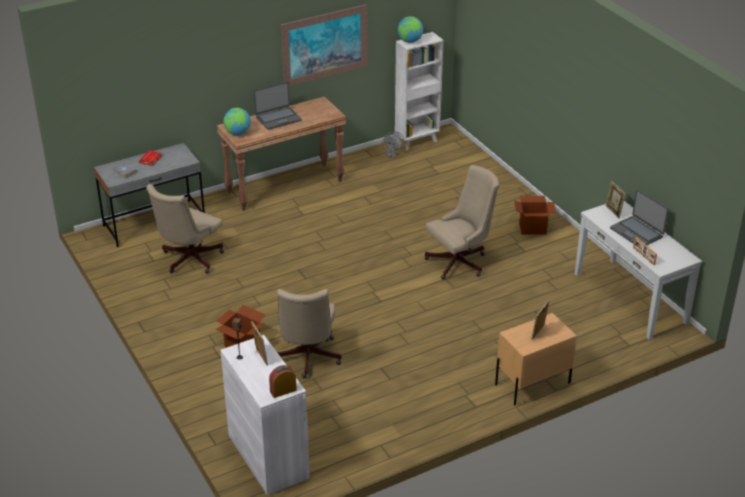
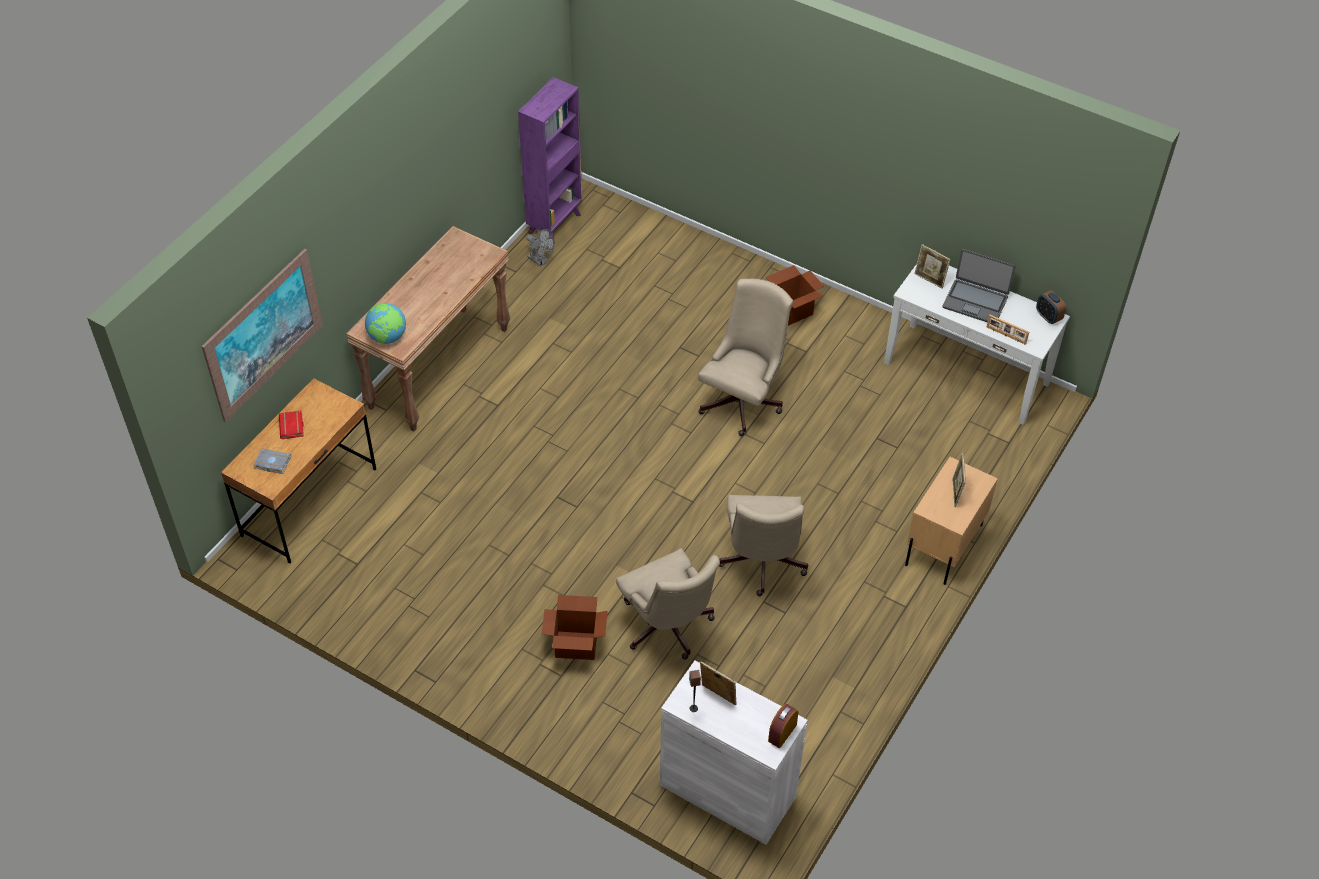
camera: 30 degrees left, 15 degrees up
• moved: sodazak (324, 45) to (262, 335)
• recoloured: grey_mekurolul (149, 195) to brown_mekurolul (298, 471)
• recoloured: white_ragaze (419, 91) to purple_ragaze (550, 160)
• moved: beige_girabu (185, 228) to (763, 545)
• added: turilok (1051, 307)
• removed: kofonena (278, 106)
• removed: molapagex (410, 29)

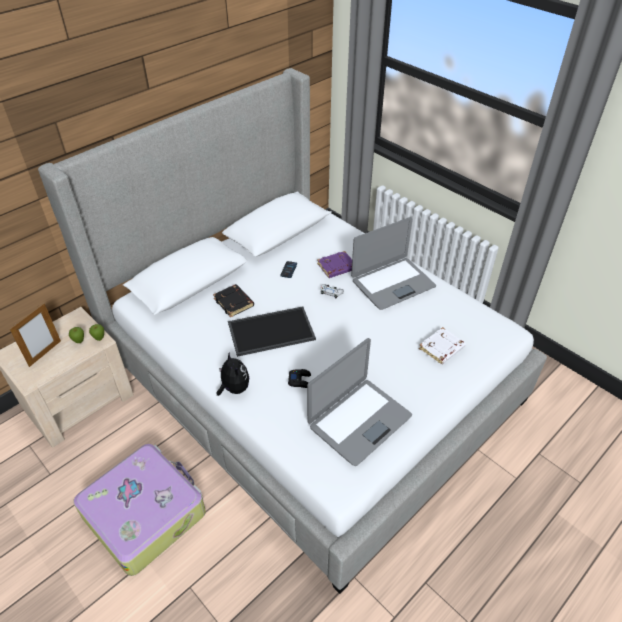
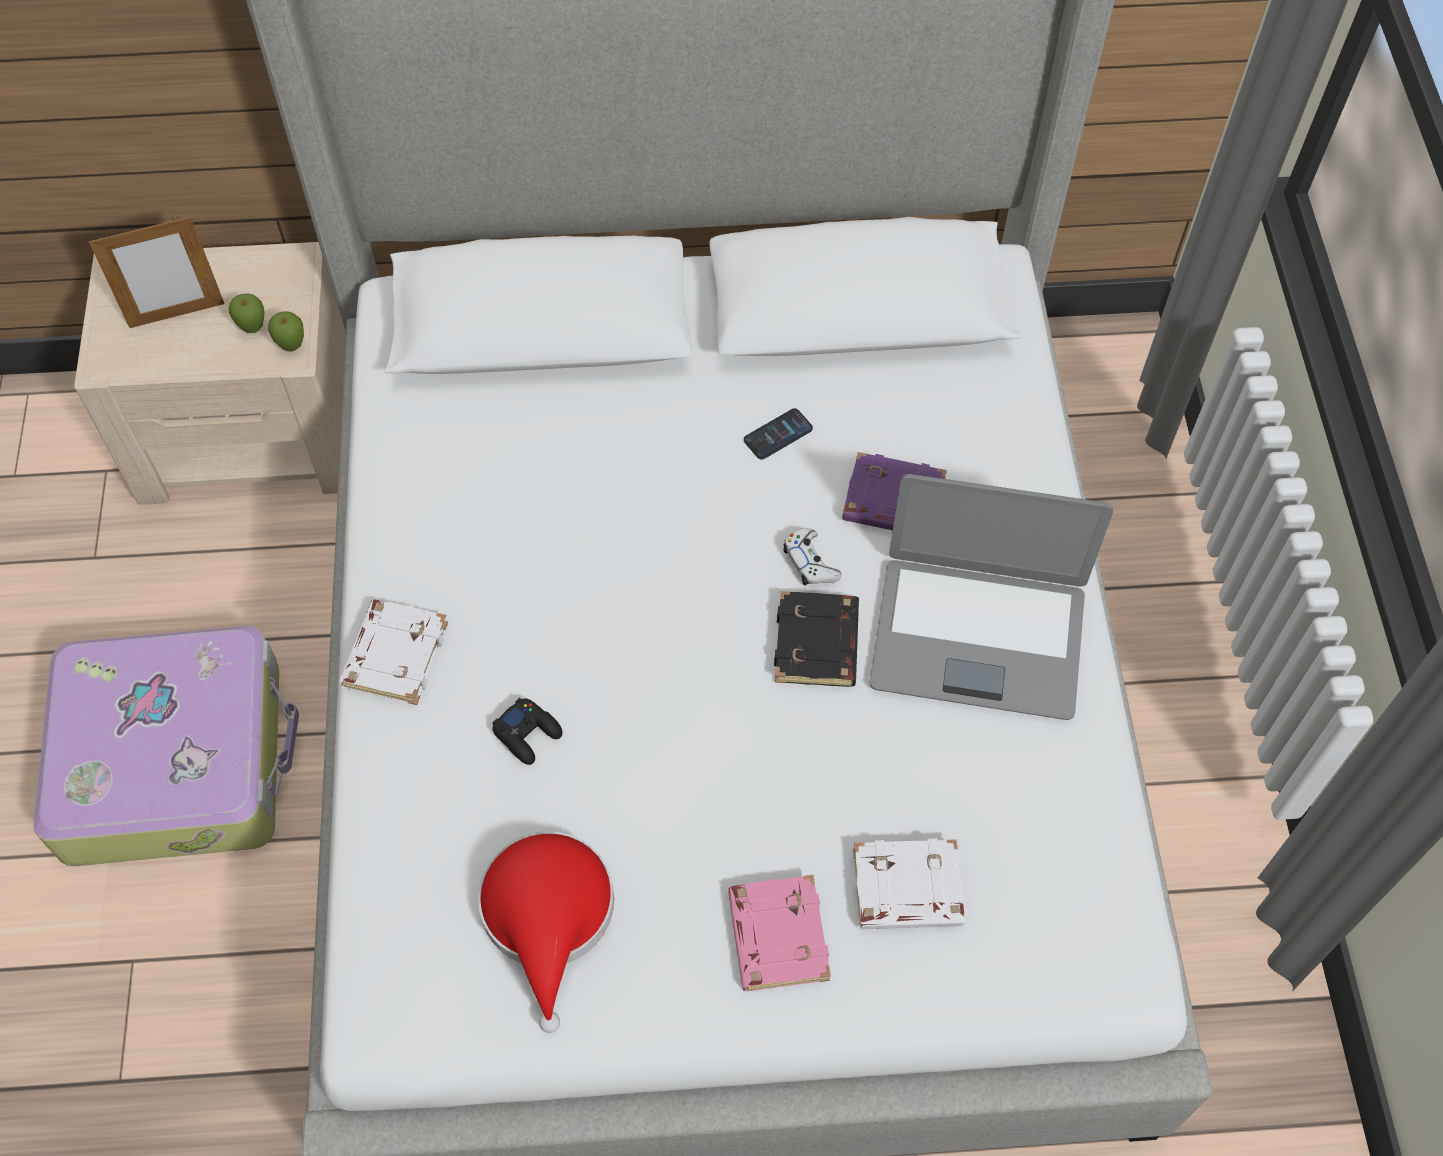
camera: 40 degrees right, 15 degrees up
• replaced: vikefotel (232, 374) to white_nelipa (393, 652)
• replaced: kofonena (359, 402) to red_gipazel (546, 932)
• added: pink_nelipa (779, 933)
• moved: black_nelipa (233, 300) to (816, 639)
• removed: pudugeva (272, 331)

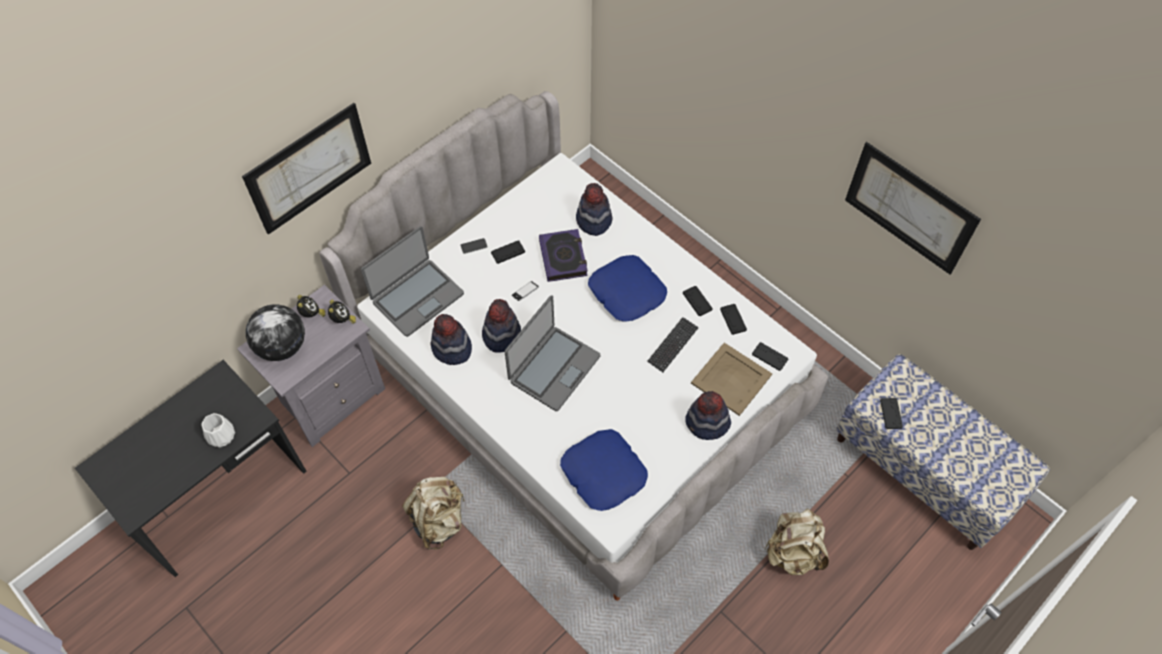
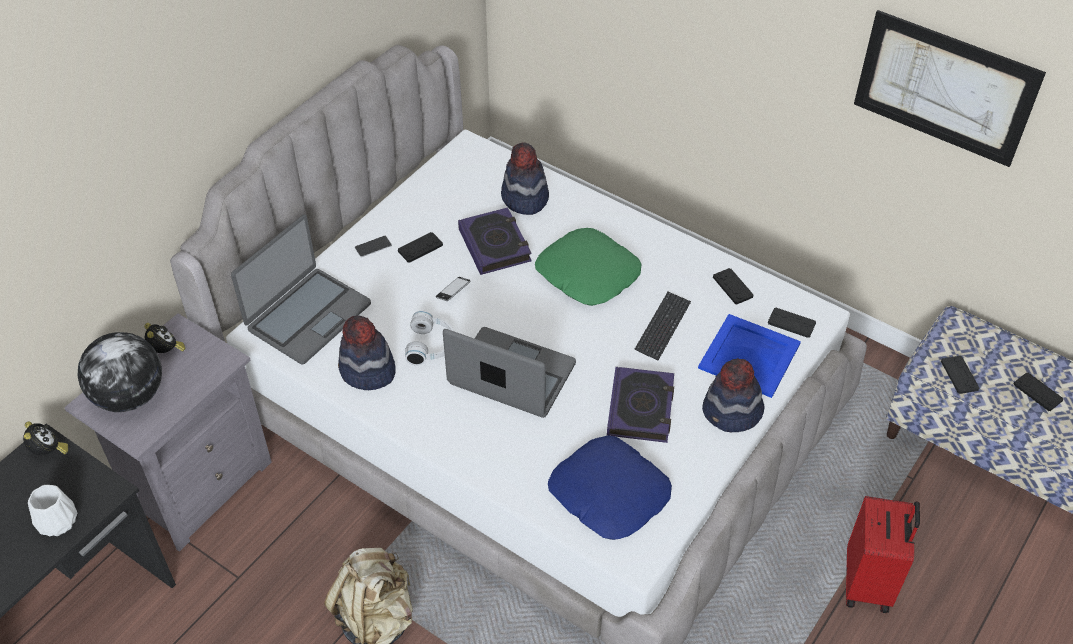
camera: 10 degrees left, 10 degrees down
• moved: turilok (342, 312) to (45, 438)
• replaced: gipazel (501, 326) to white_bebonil (429, 338)
• turned: kofonena (552, 353) = (509, 372) 90 degrees counterclockwise
• recoloured: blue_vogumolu (627, 288) to green_vogumolu (588, 267)
• added: nelipa (640, 405)
• recoloured: beige_pudugeva (731, 379) to blue_pudugeva (749, 356)
• replaced: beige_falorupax (796, 541) to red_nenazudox (883, 554)
• moved: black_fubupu (698, 301) to (1038, 391)
• removed: sodazak (306, 169)

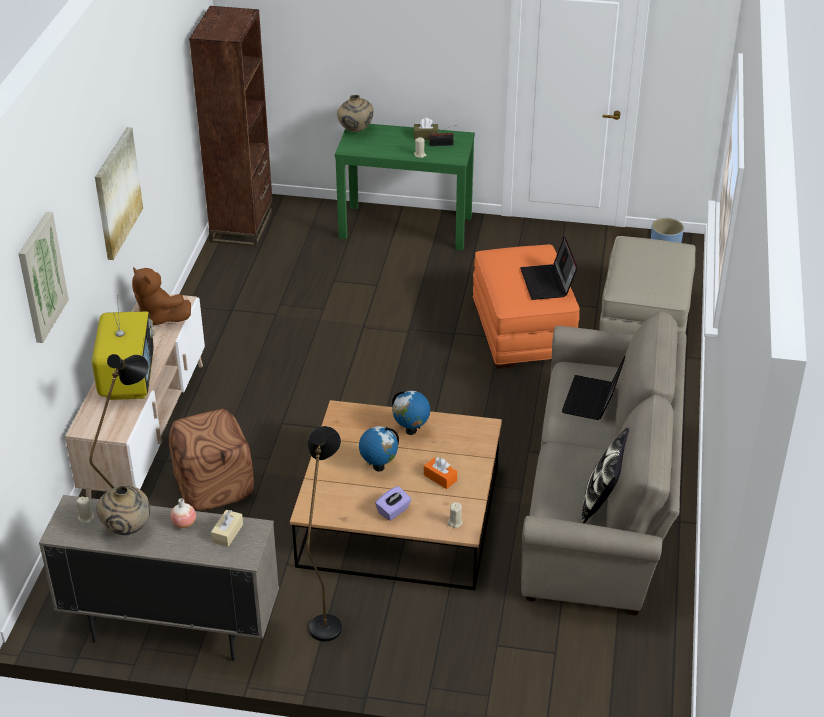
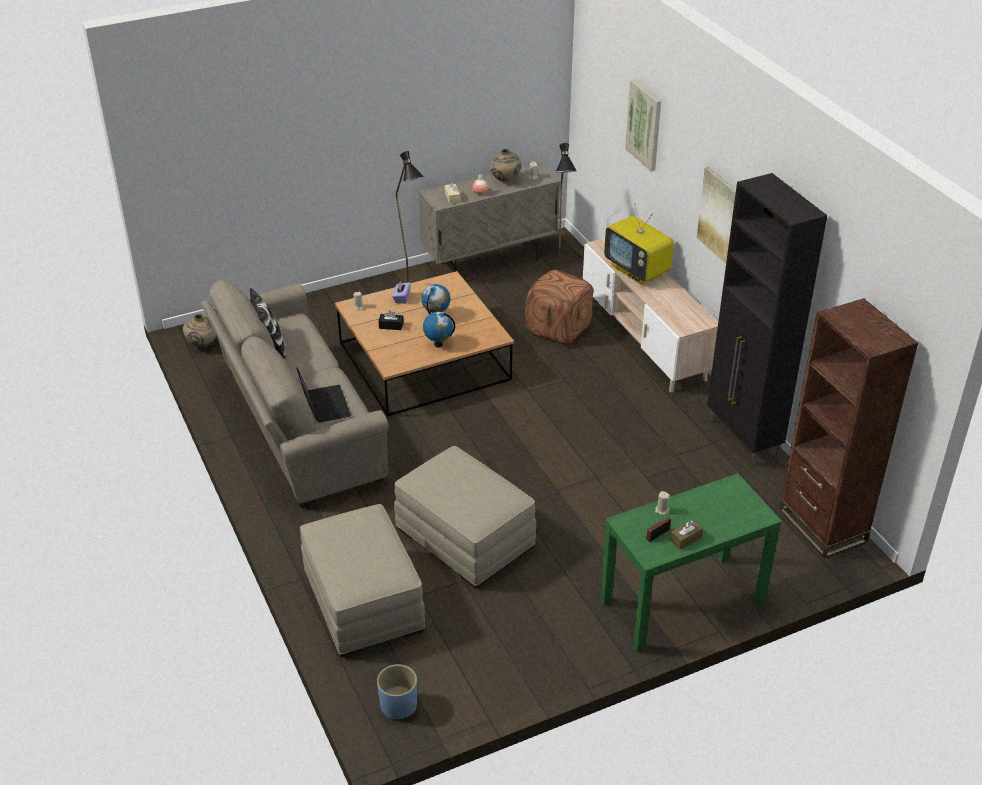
camera: 145 degrees right, 0 degrees up
• moved: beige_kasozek (355, 113) to (200, 330)
• recoloured: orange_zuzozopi (440, 473) to black_zuzozopi (390, 320)
• recoloured: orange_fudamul (526, 307) to beige_fudamul (465, 517)
• added: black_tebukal (767, 319)
• removed: brown_vikefotel (161, 296)
• removed: kofonena (549, 268)

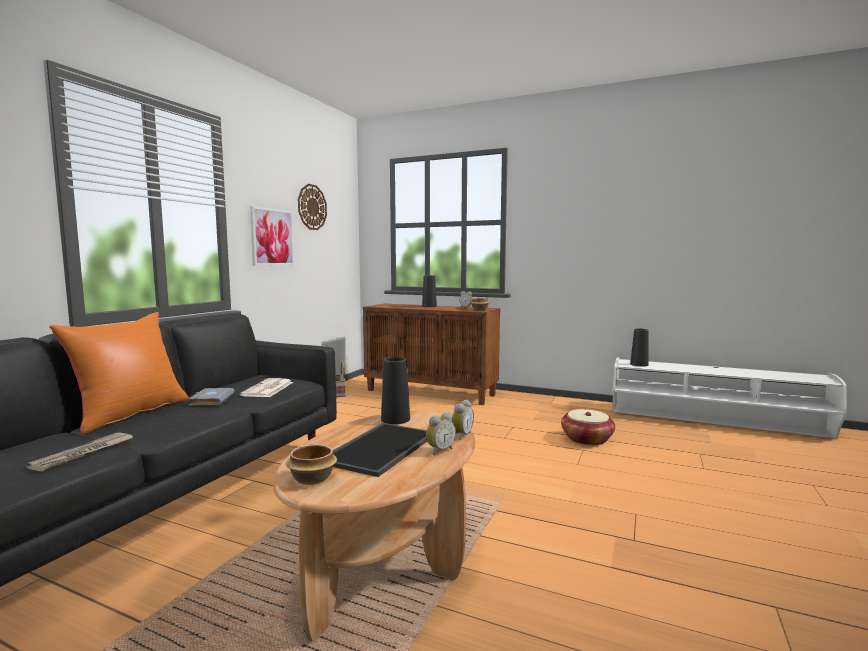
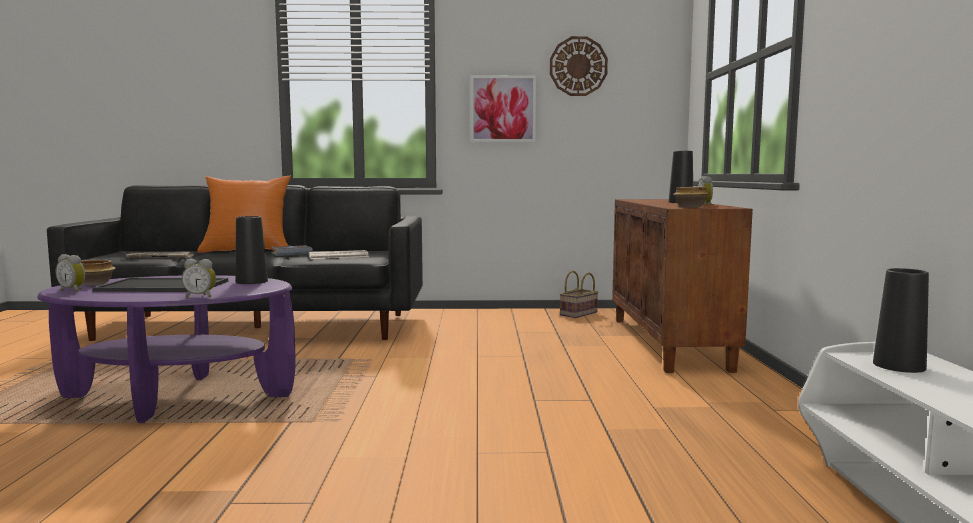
camera: 65 degrees right, 0 degrees up
• recoloured: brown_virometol (374, 526) to purple_virometol (166, 349)
• moved: turilok (441, 433) to (70, 273)
• removed: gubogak (588, 427)

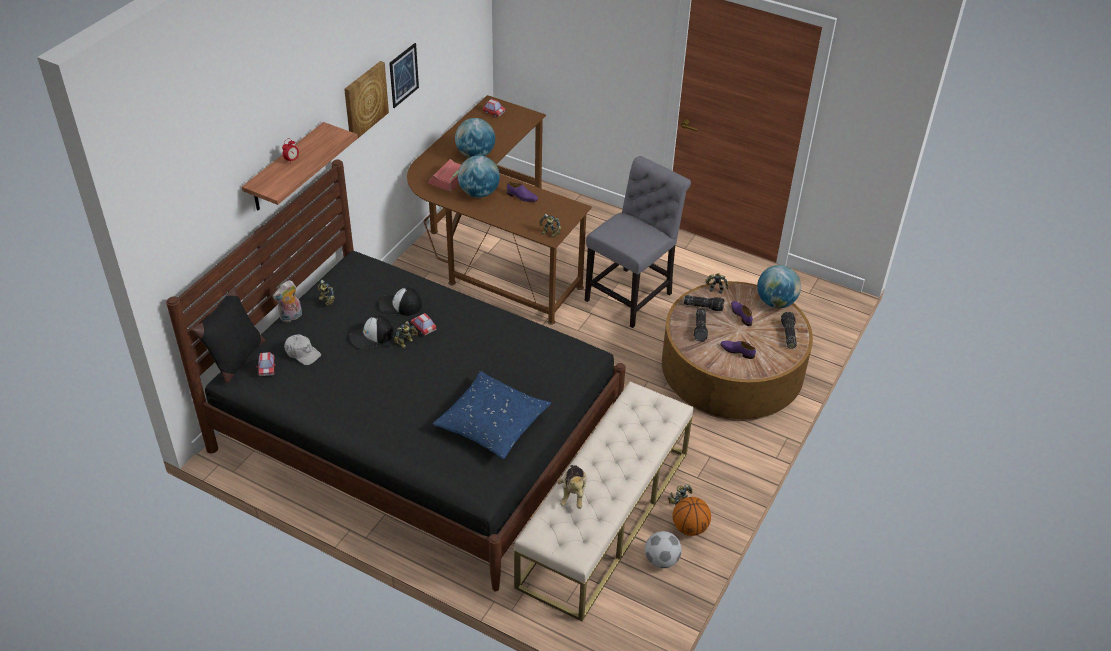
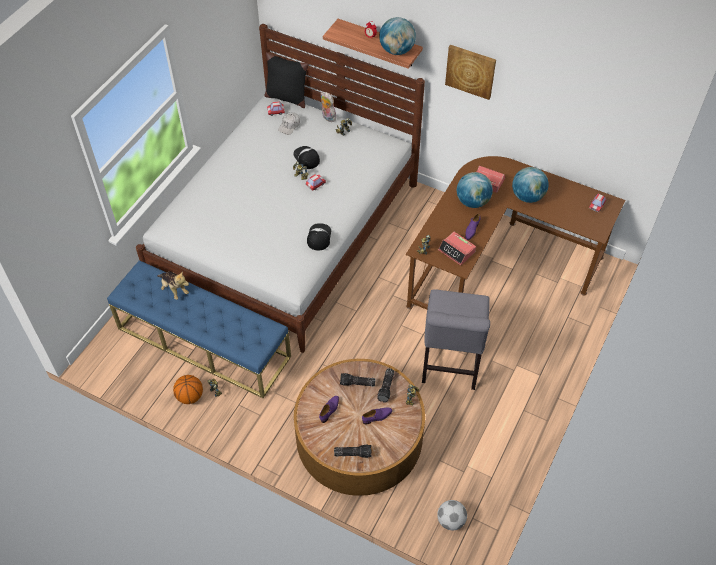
camera: 90 degrees right, 10 degrees up
• recoloured: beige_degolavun (603, 501) to blue_degolavun (199, 329)
• recoloured: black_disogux (396, 375) to white_disogux (280, 188)
• turned: vikefotel (572, 487) = (173, 285) 135 degrees counterclockwise
• moved: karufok (400, 301) to (319, 237)
• moved: molapagex (779, 286) to (397, 36)
• turned: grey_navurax (638, 242) = (456, 339) 60 degrees clockwise
• moved: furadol (663, 549) to (452, 515)
• added: turilok (457, 248)
• removed: sodazak (404, 75)
• removed: blue_vogumolu (492, 415)

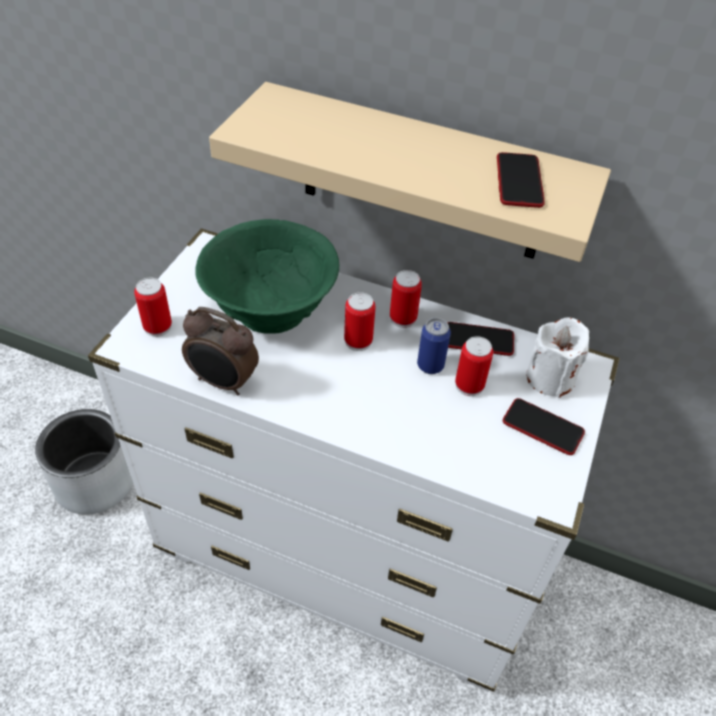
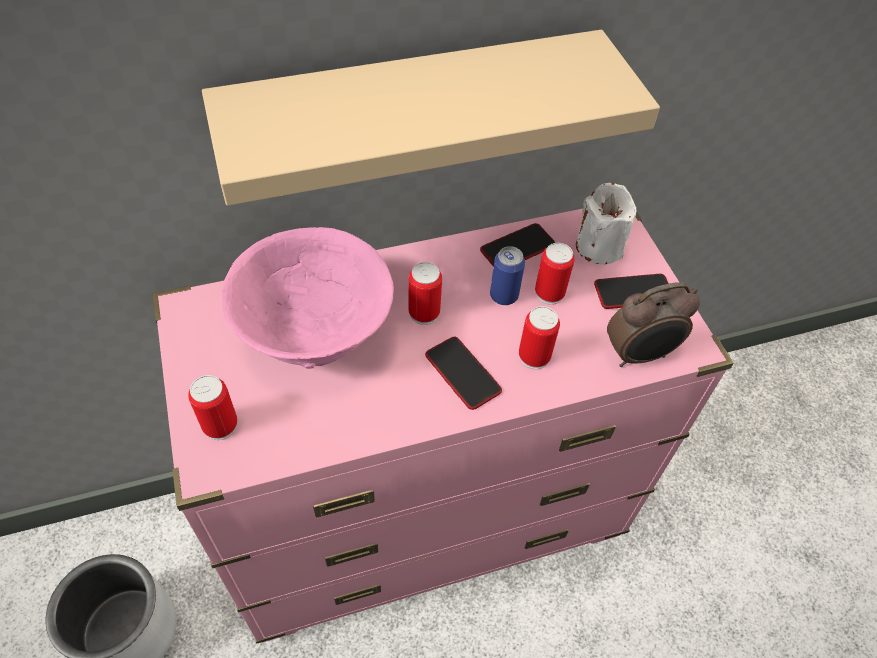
camera: 40 degrees left, 5 degrees up
• recoloured: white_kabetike (354, 460) to pink_kabetike (443, 426)
• recoloured: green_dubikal (267, 276) to pink_dubikal (308, 298)
• moved: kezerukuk (521, 180) to (463, 373)
• moved: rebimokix (406, 299) to (539, 337)
• moved: turilok (220, 351) to (653, 324)

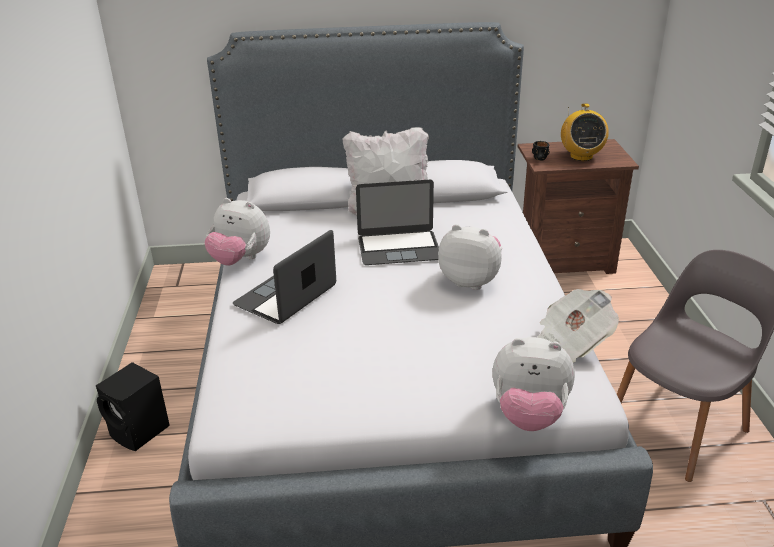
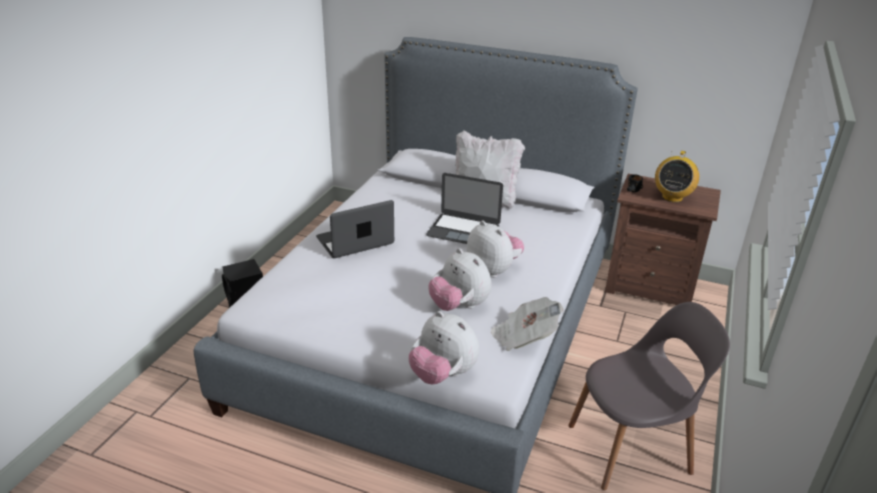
camera: 25 degrees right, 0 degrees up
• moved: vikefotel (237, 232) to (460, 279)

